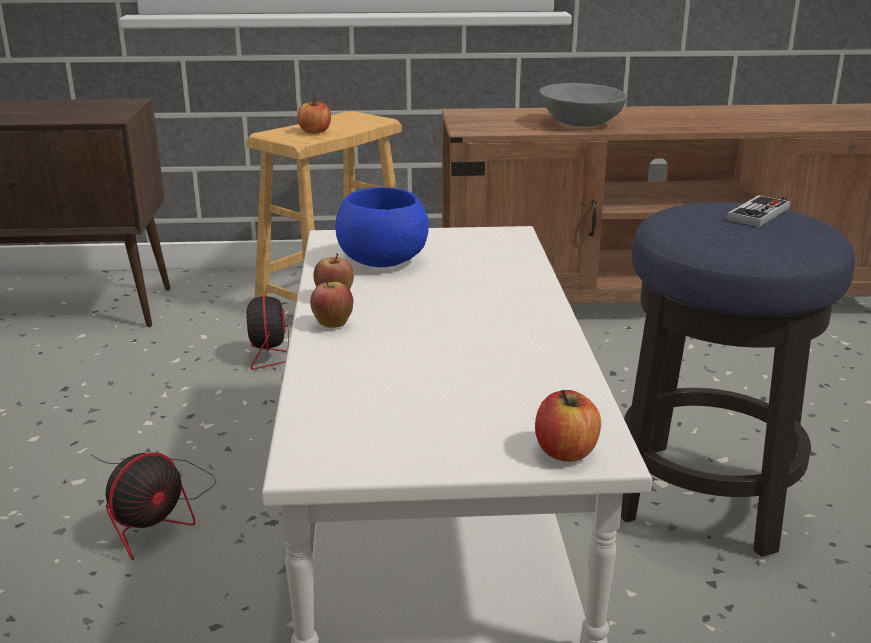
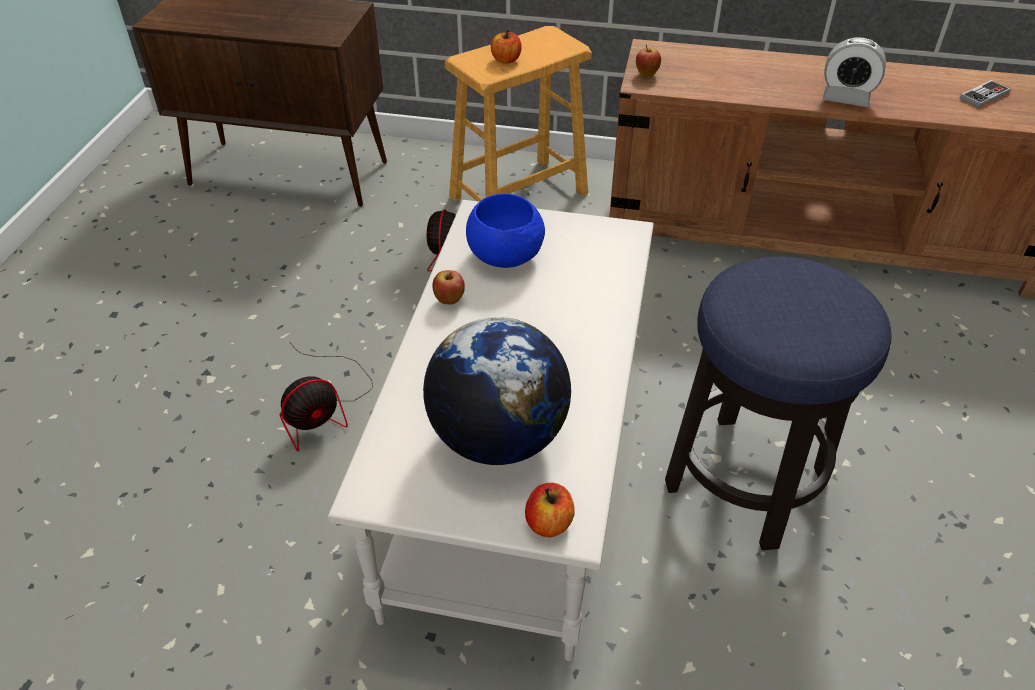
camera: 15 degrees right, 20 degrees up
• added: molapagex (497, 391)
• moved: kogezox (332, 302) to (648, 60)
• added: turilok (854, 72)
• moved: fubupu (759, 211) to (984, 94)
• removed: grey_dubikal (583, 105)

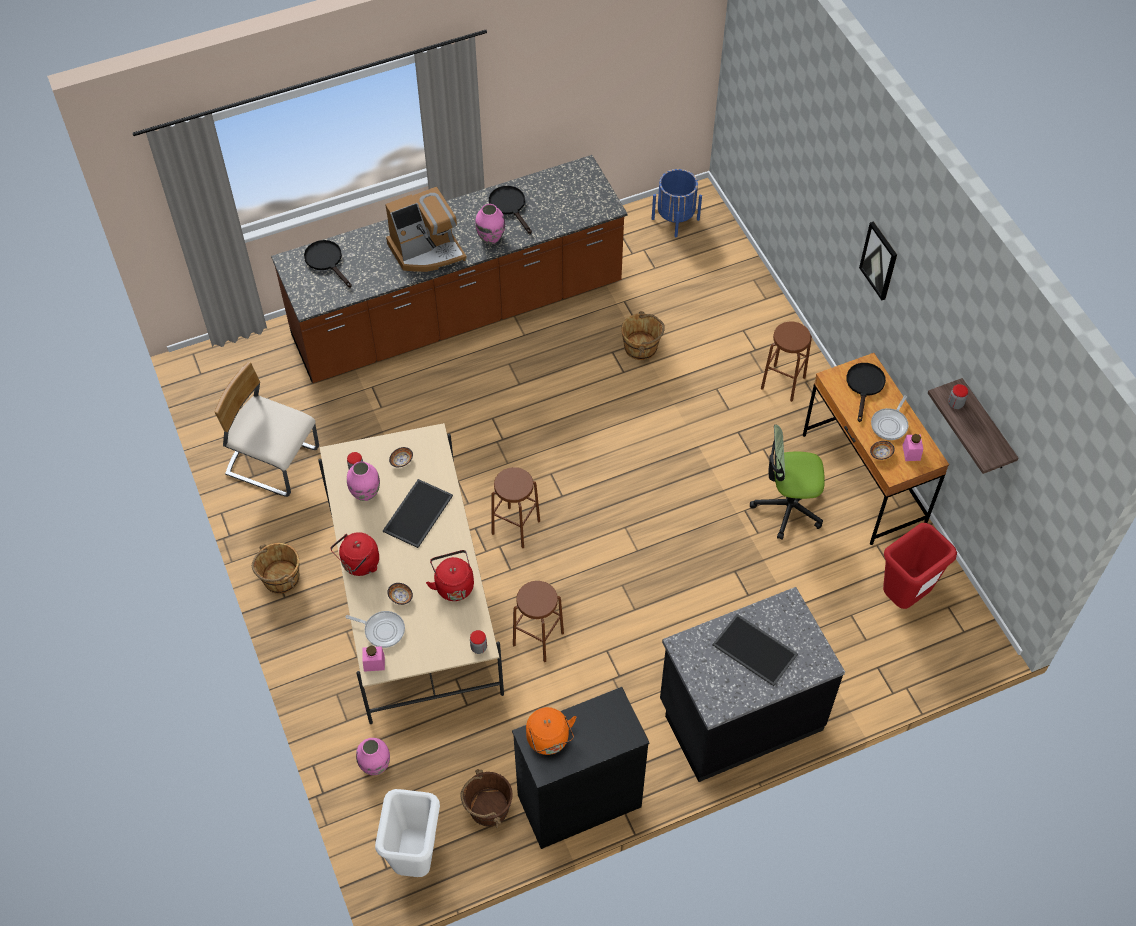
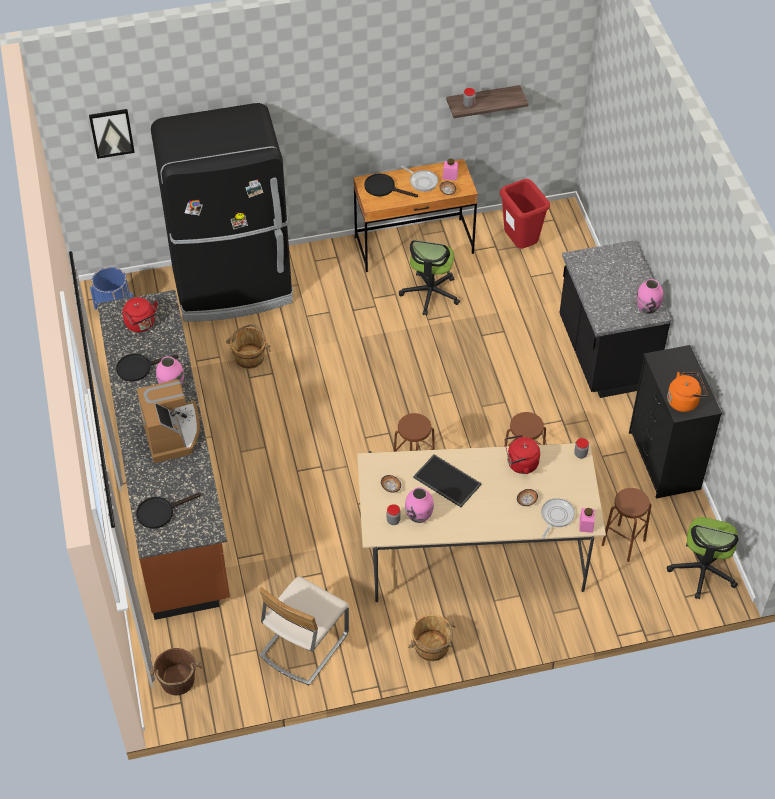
camera: 80 degrees left, 5 degrees down
• moved: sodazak (878, 260) to (112, 134)
• moved: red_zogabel (354, 554) to (140, 314)
• moved: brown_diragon (487, 798) to (176, 671)
• added: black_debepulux (222, 212)
• moved: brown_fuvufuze (786, 361) to (626, 525)
• moved: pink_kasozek (373, 756) to (649, 296)
• replaced: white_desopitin (407, 833) to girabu (703, 558)
• removed: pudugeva (755, 650)

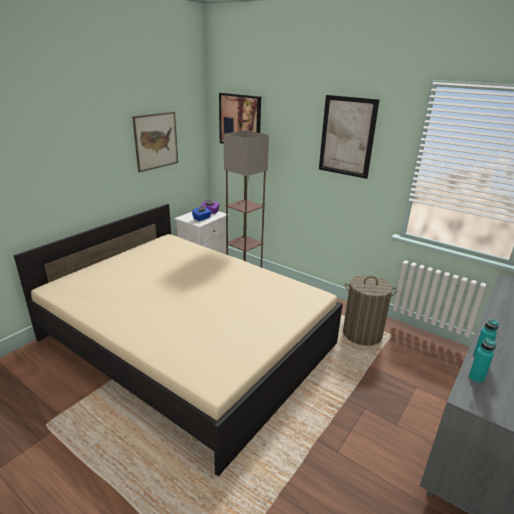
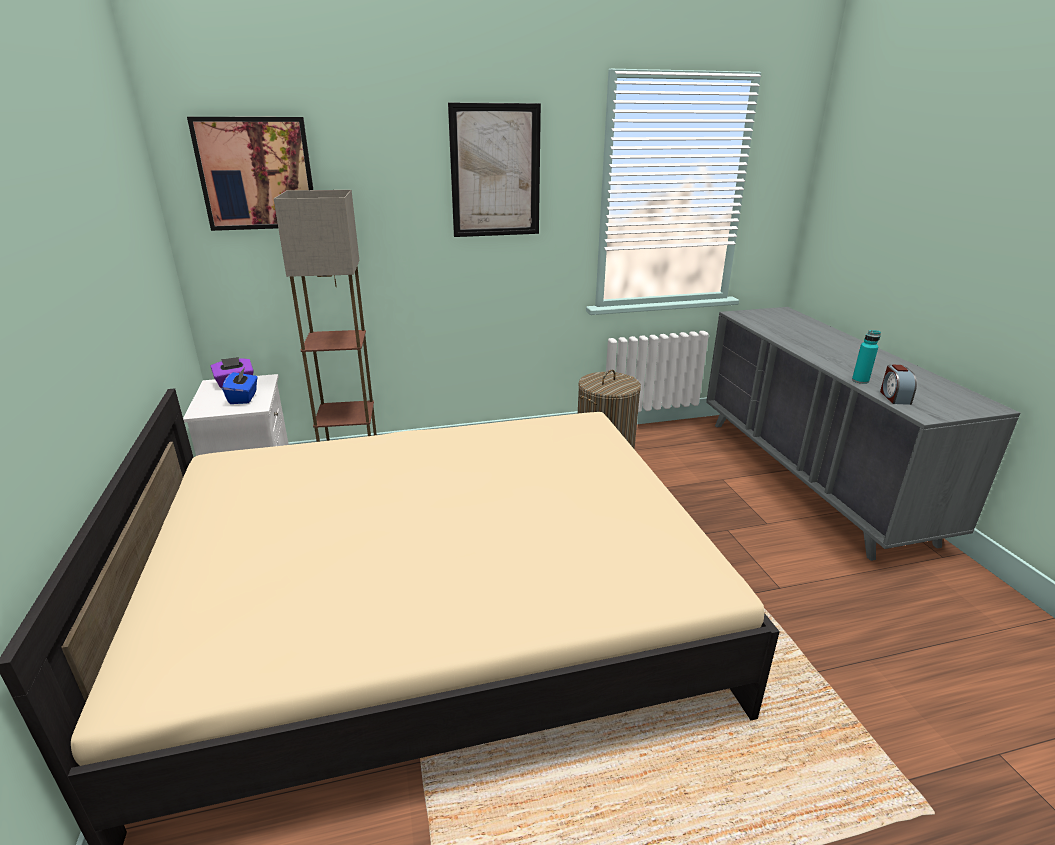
camera: 50 degrees left, 0 degrees up
• replaced: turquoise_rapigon (482, 361) to turilok (898, 385)
• removed: sodazak (155, 142)

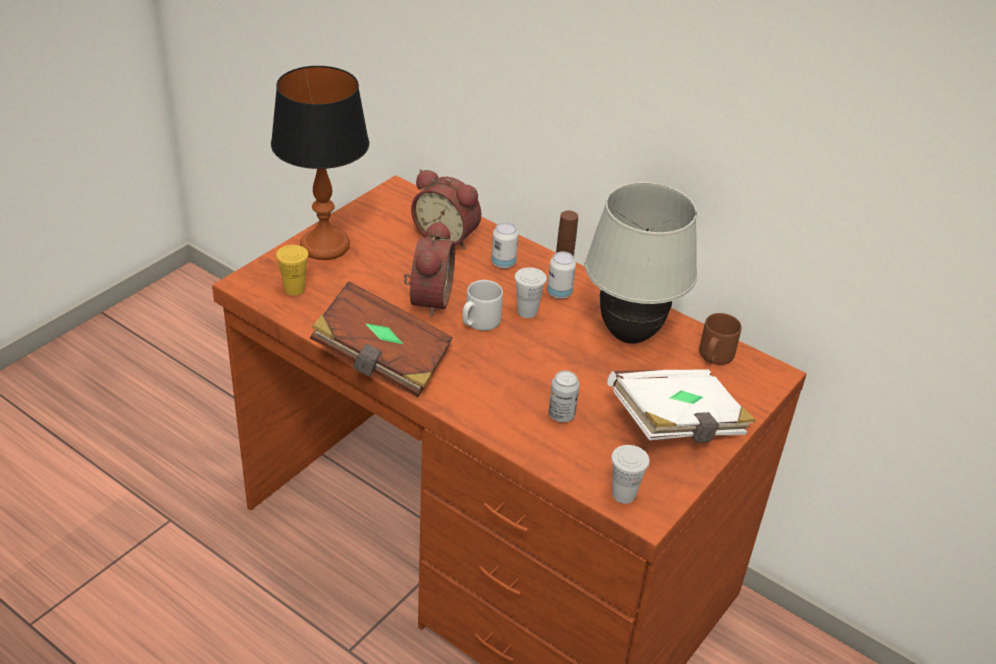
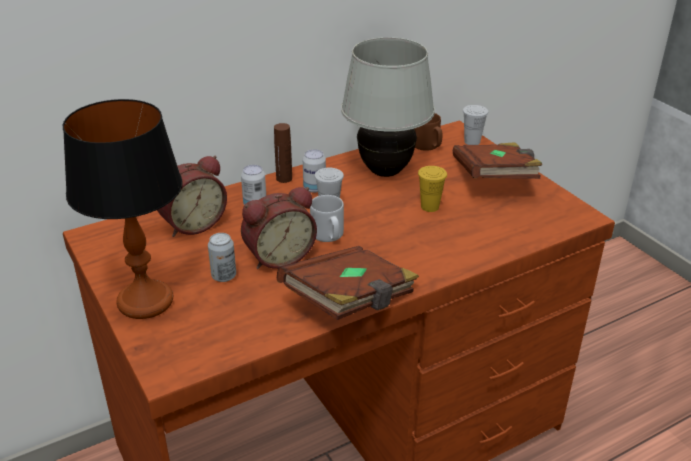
camera: 65 degrees left, 5 degrees down
• moved: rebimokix (564, 396) to (222, 257)
• turned: turilok (429, 269) = (279, 228) 120 degrees clockwise
• moved: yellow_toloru (292, 270) to (432, 189)
• recoloured: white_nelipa (681, 406) to brown_nelipa (497, 160)
• moved: white_toloru (630, 474) to (475, 125)

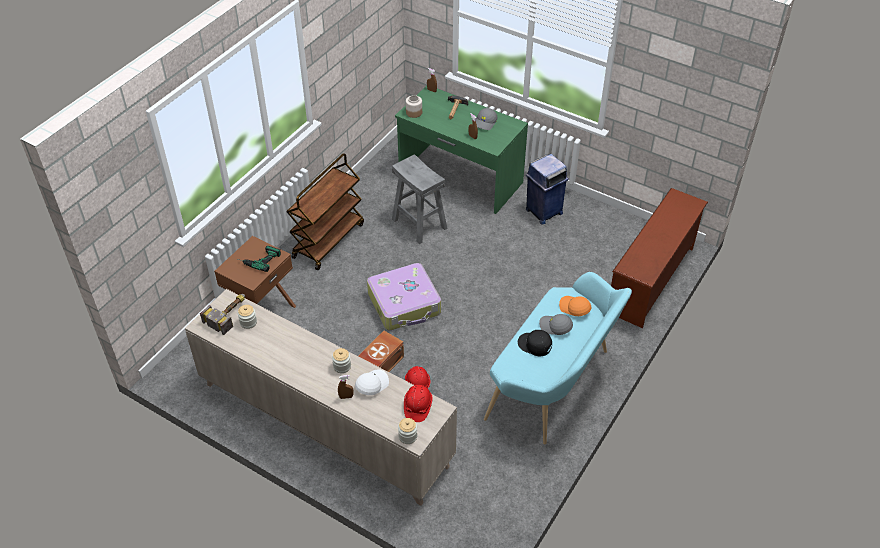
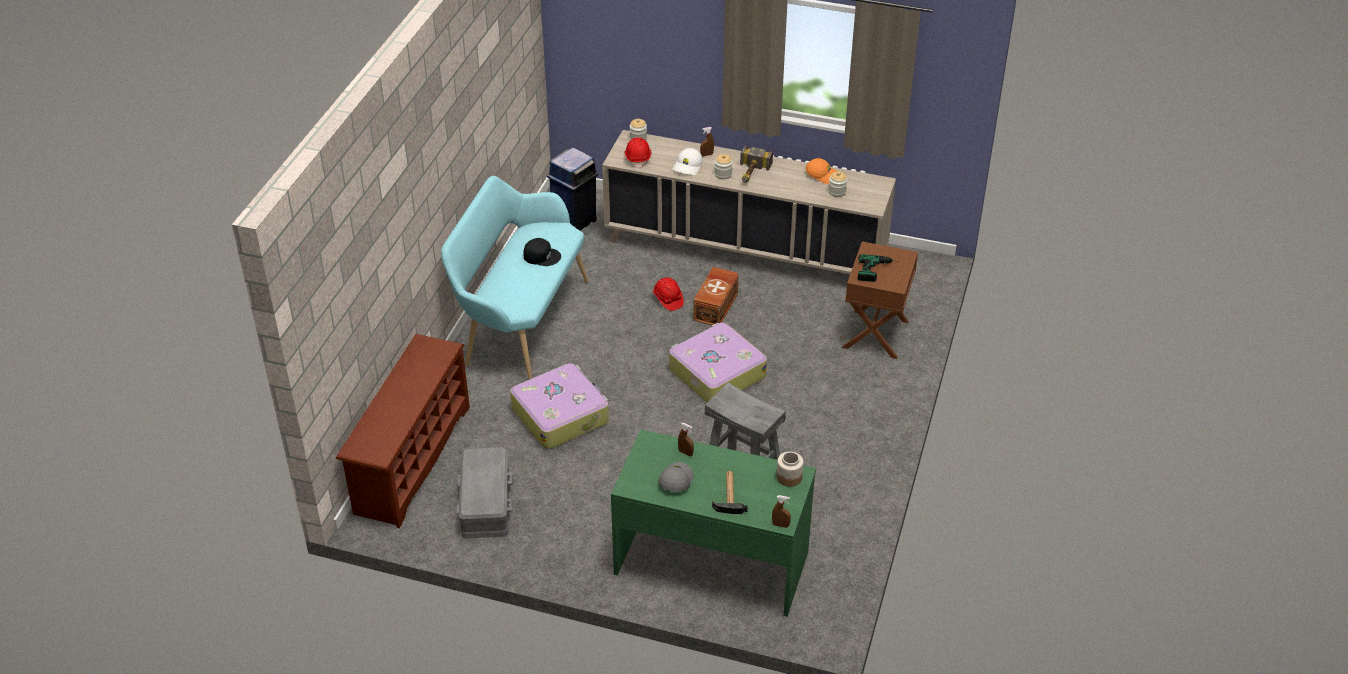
camera: 165 degrees right, 5 degrees down
• added: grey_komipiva (484, 493)
• added: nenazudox (559, 406)
• moved: blue_desopitin (547, 189) to (572, 189)
• moved: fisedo (222, 314) to (756, 164)
• moved: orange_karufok (575, 306) to (822, 171)
• removed: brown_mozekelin (325, 211)
• removed: grey_karufok (556, 324)

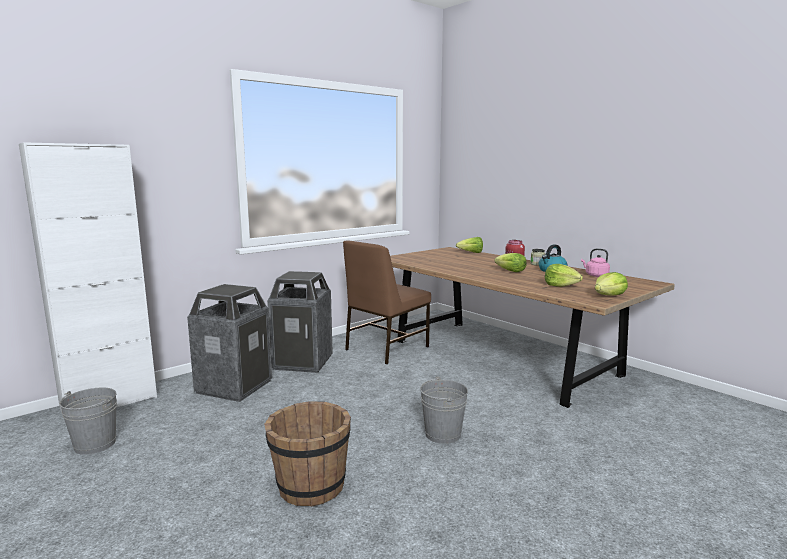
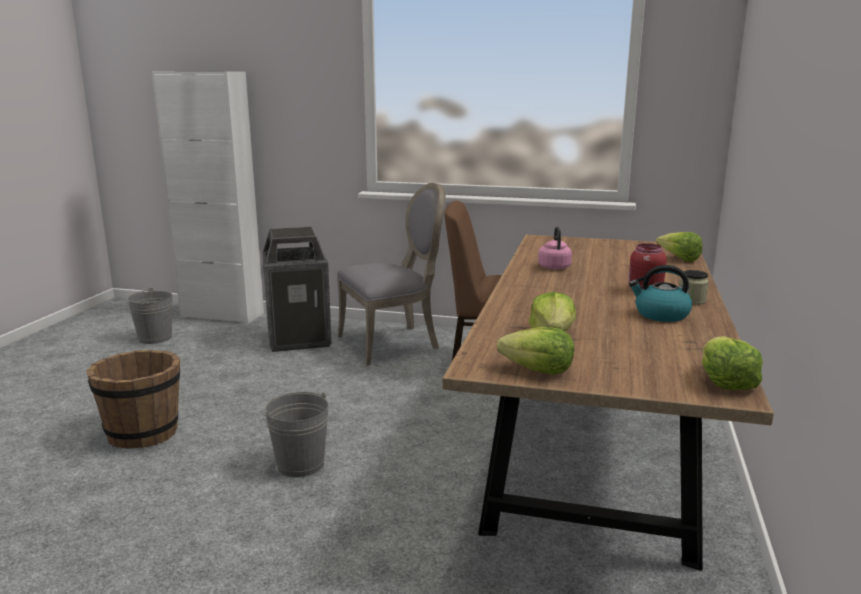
camera: 55 degrees right, 5 degrees up
• replaced: desopitin (300, 322) to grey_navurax (391, 274)
• moved: pink_zogabel (595, 262) to (555, 248)
• moved: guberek (510, 262) to (732, 363)

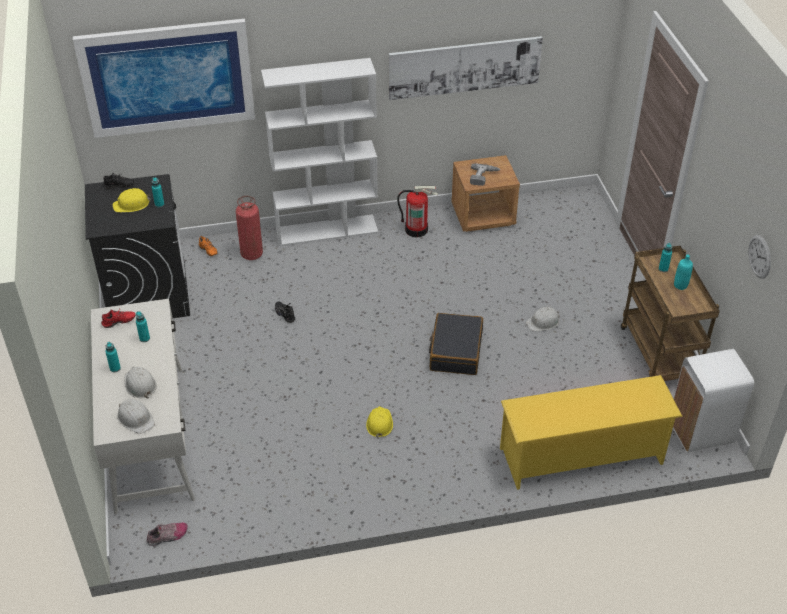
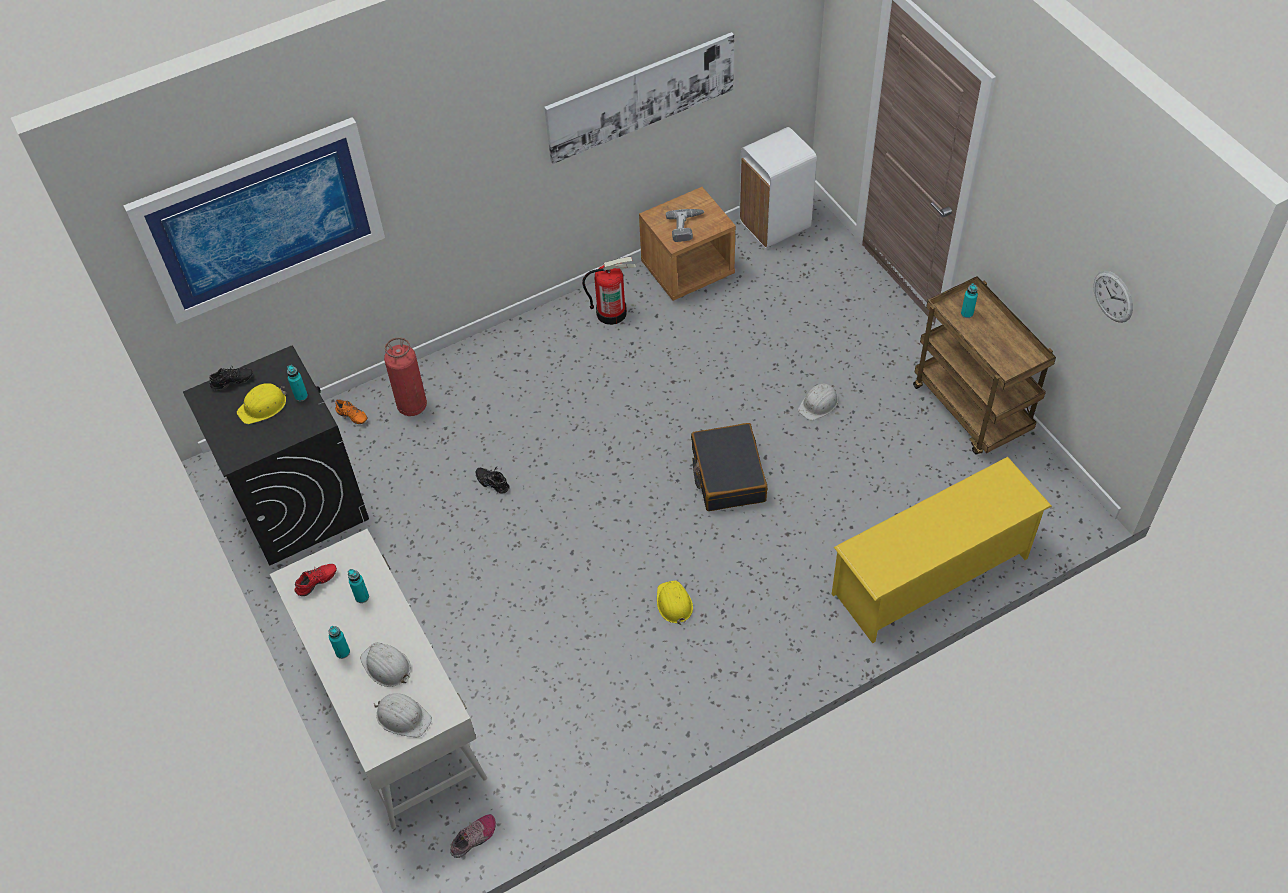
camera: 15 degrees left, 10 degrees up
• moved: white_desopitin (713, 400) to (778, 187)
• removed: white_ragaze (319, 152)
• removed: turquoise_rapigon (683, 272)

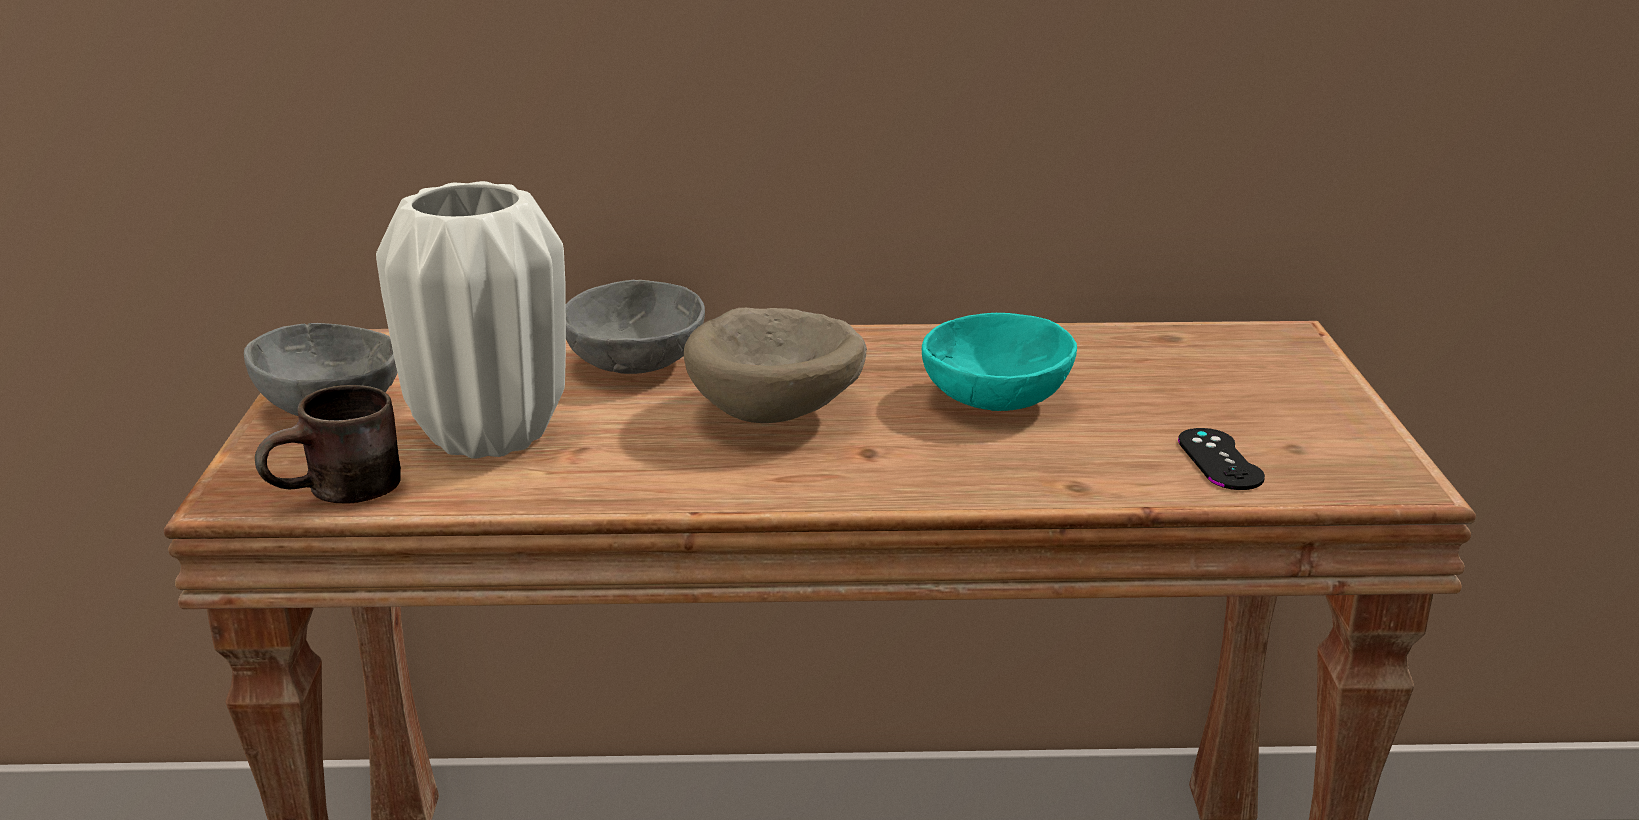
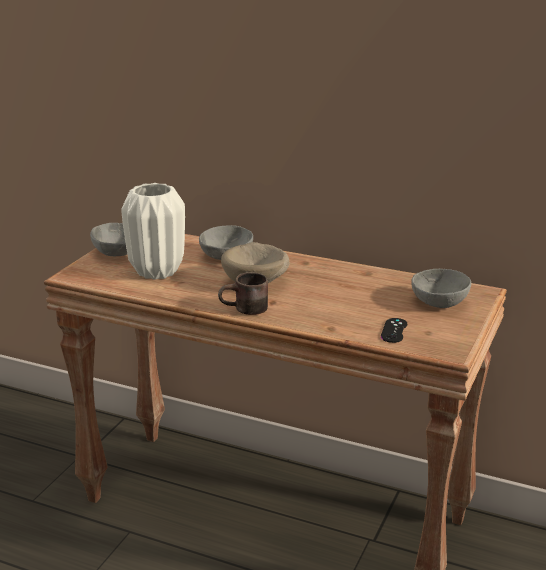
camera: 25 degrees right, 0 degrees up
• moved: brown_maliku (328, 444) to (243, 293)
• added: grey_dubikal (441, 288)
• removed: turquoise_dubikal (999, 362)

